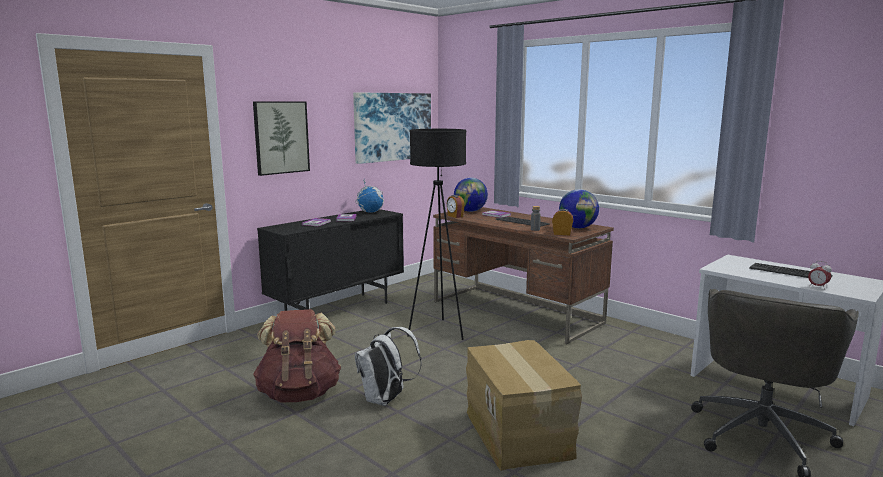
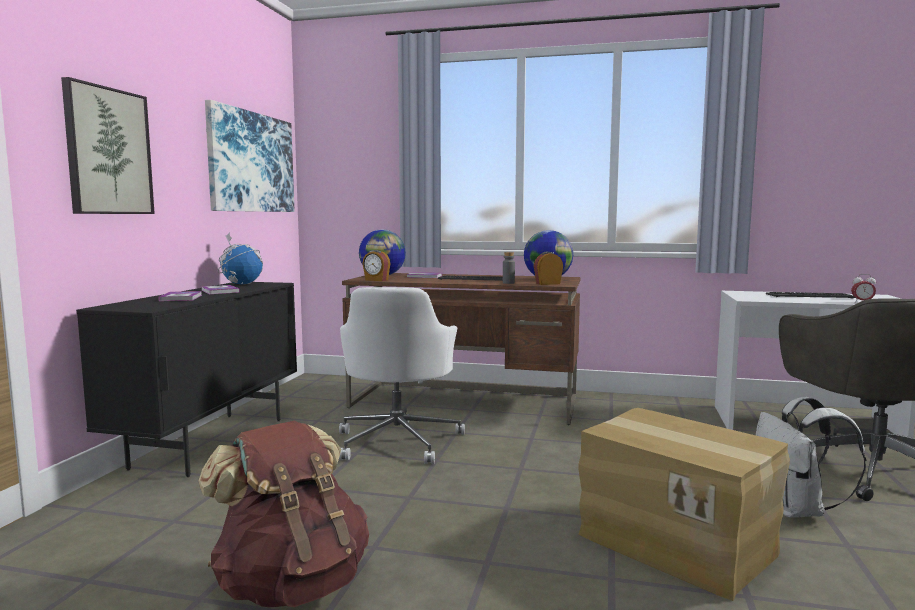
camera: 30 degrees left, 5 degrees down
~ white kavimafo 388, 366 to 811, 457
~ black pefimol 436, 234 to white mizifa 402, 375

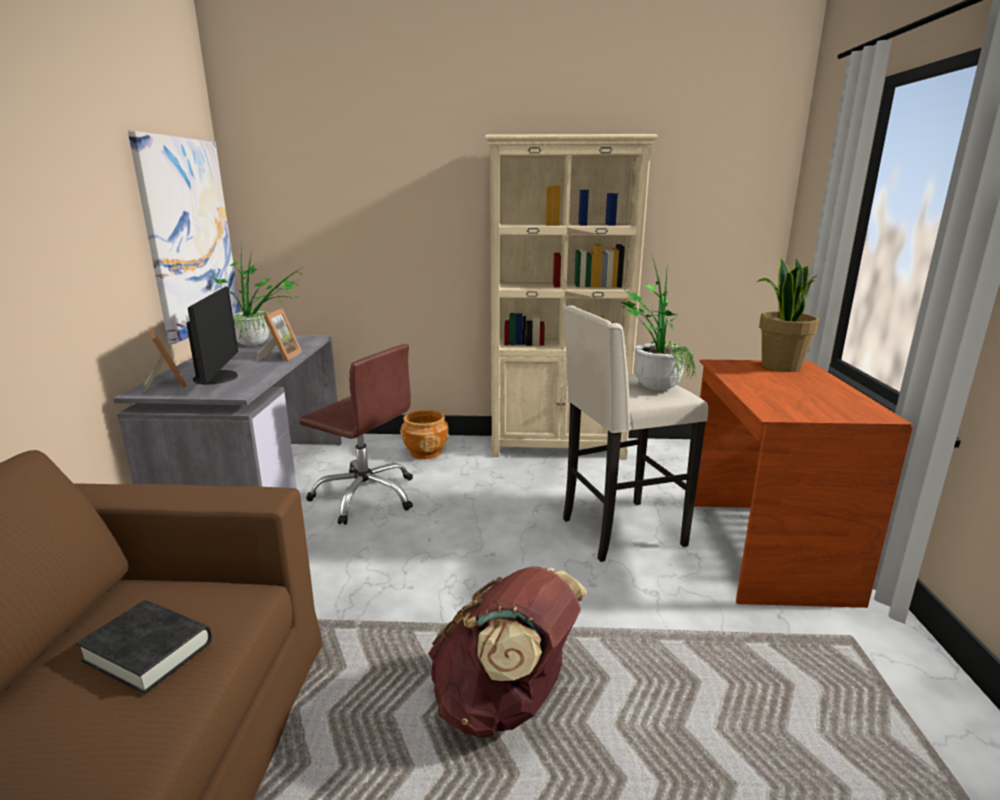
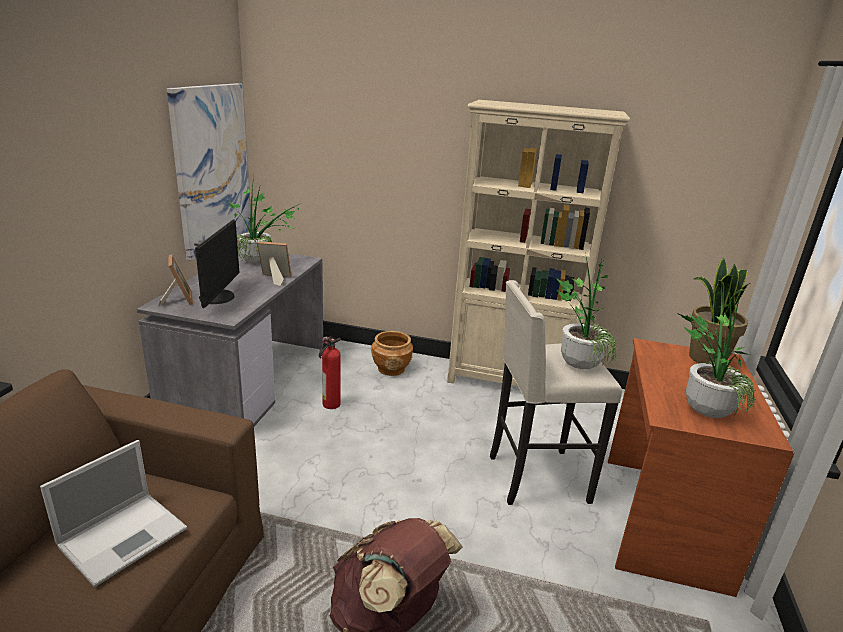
camera: 10 degrees right, 5 degrees up
~ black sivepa 144, 647 to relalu 113, 513
~ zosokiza 279, 334 = 274, 263 105 degrees counterclockwise
~ brown mizifa 356, 434 to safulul 330, 372
+ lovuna 716, 353

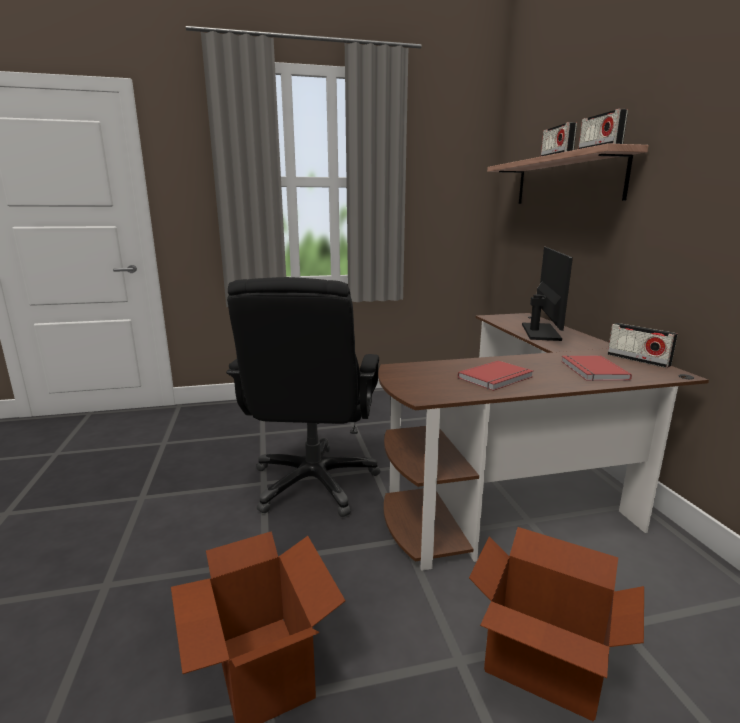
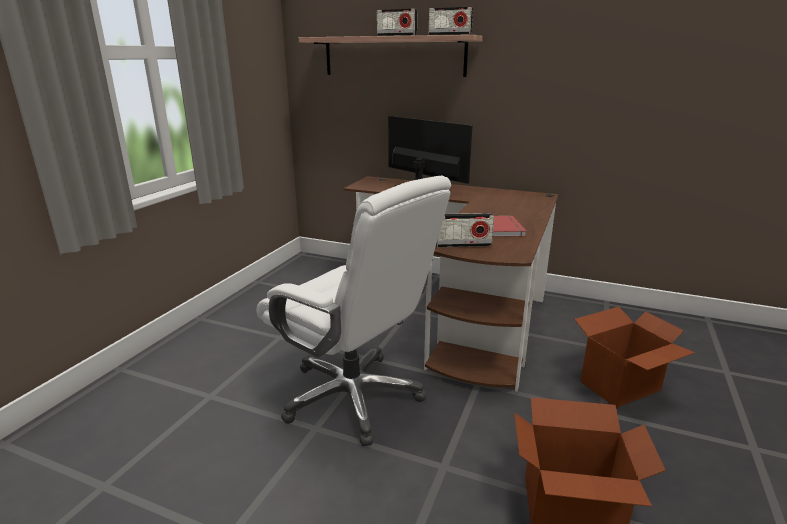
camera: 55 degrees left, 5 degrees up
~ black mizifa 303, 397 to white mizifa 354, 311
- red sivepa 596, 368
~ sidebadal 642, 345 to 465, 230

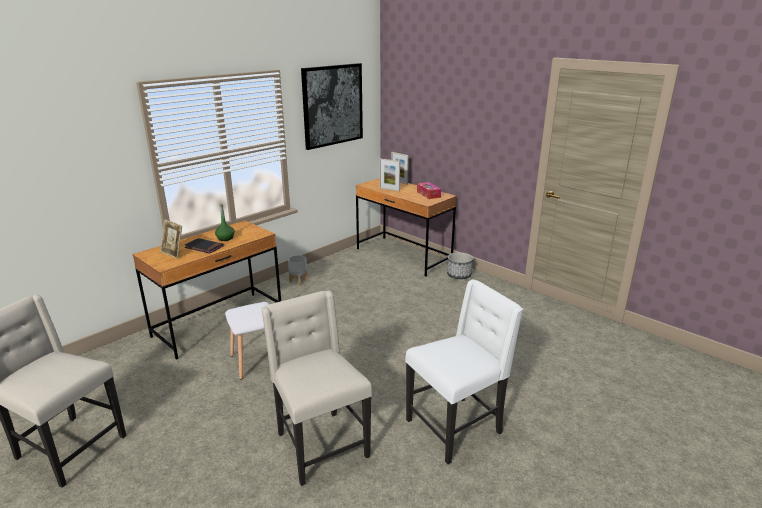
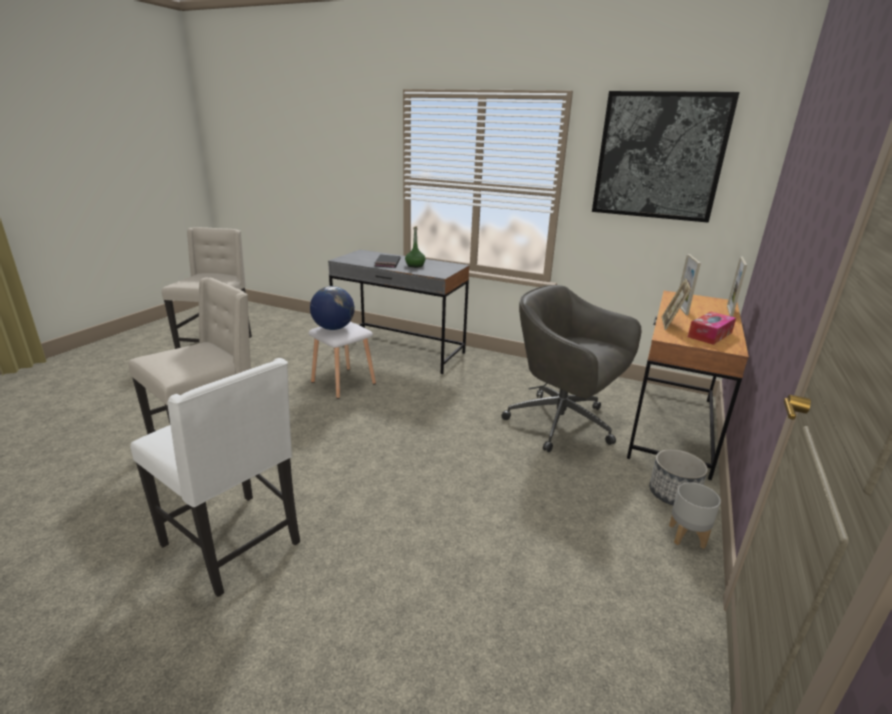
camera: 70 degrees right, 0 degrees up
~ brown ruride 206, 290 to grey ruride 399, 312
~ zosokiza 171, 239 to 676, 304
~ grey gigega 298, 270 to 695, 515
+ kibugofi 332, 308
+ grey mizifa 571, 368

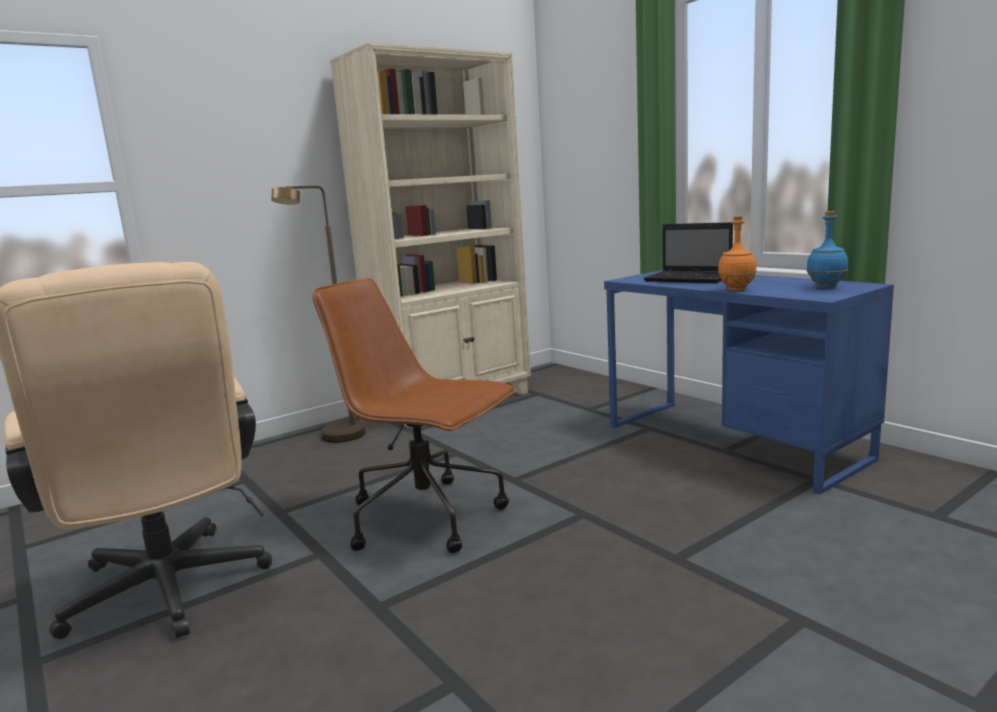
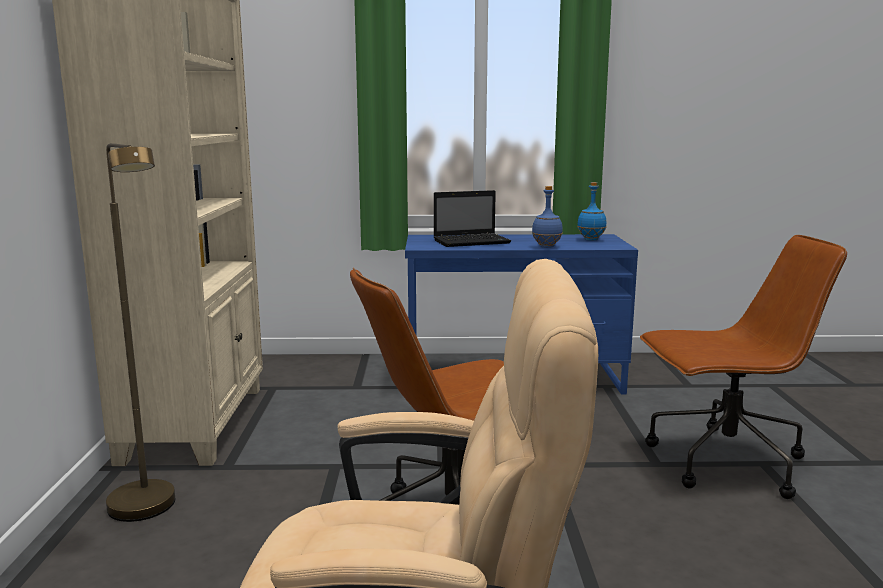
camera: 55 degrees left, 0 degrees up
~ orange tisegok 737, 253 to blue tisegok 547, 217
+ brown mizifa 743, 367

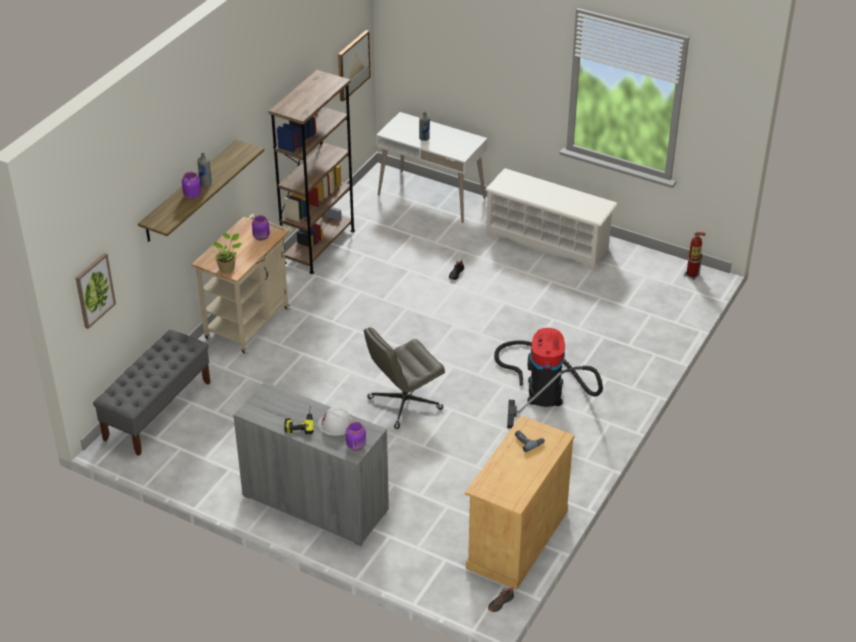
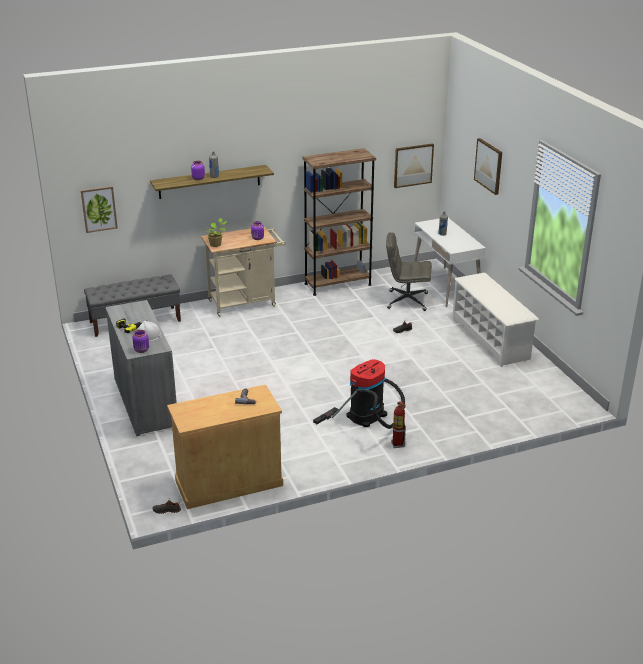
camera: 40 degrees right, 10 degrees down
~ grey mizifa 404, 378 to 409, 271
~ safulul 695, 256 to 398, 424
+ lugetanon 488, 166

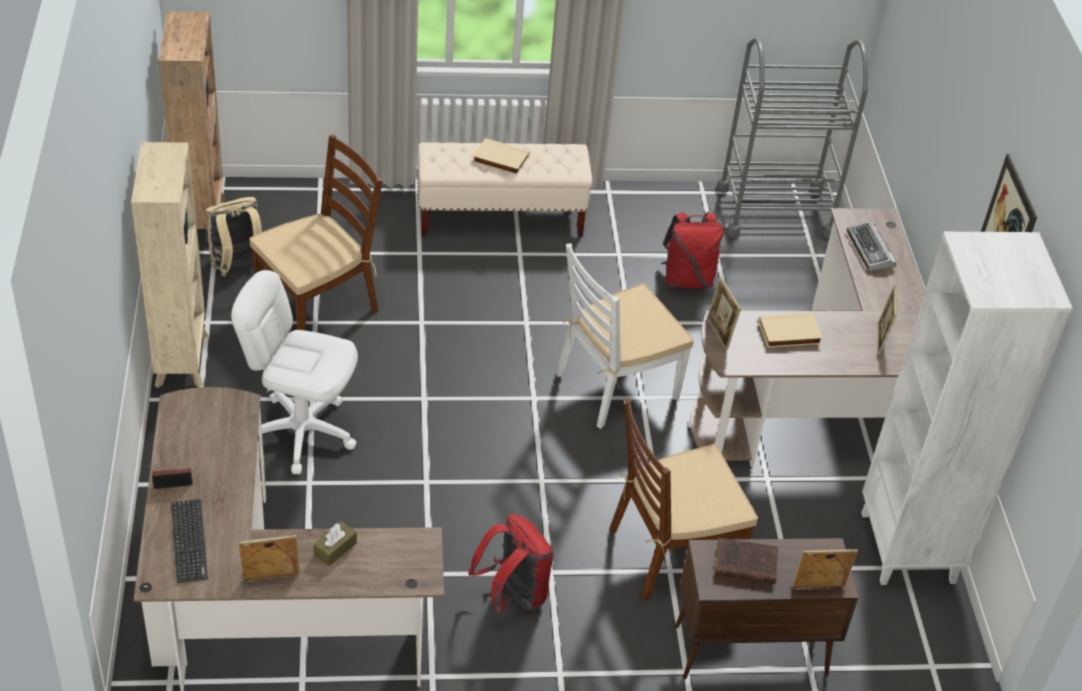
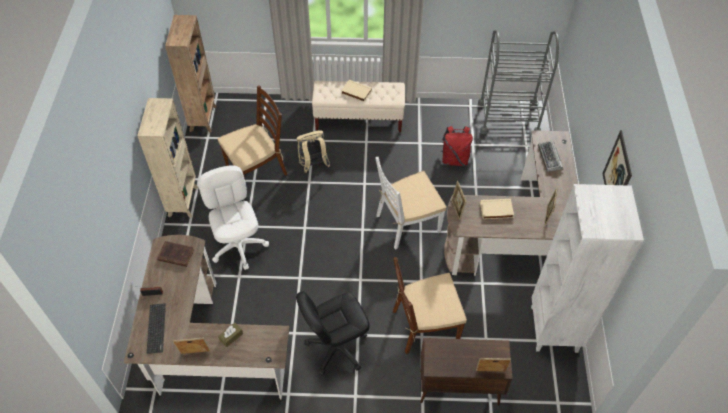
camera: 10 degrees right, 10 degrees up
~ beige kavimafo 234, 236 to 313, 151
~ white mizifa 294, 372 = 233, 217 45 degrees clockwise
~ red kavimafo 511, 564 to black mizifa 333, 333
~ brown sivepa 746, 561 to 175, 254

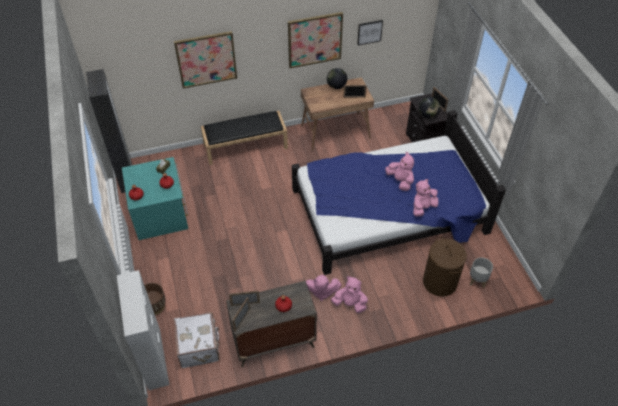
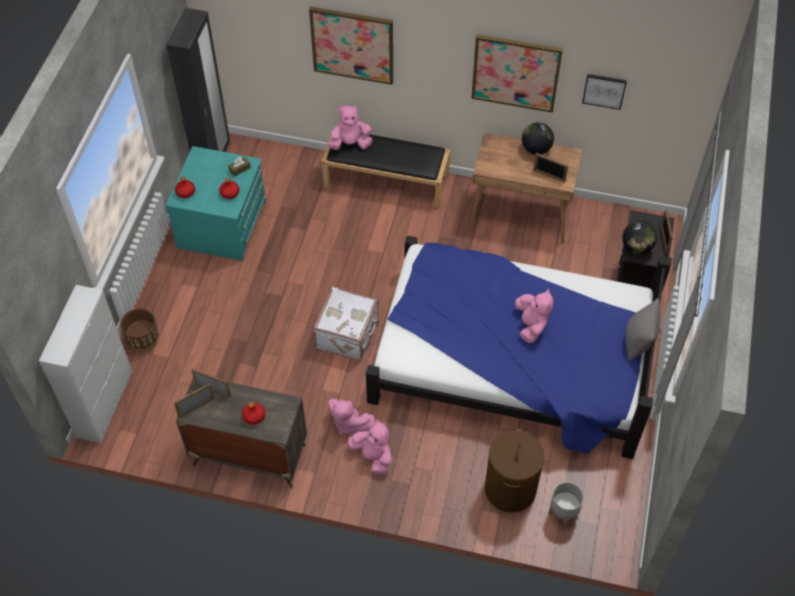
camera: 30 degrees right, 5 degrees up
~ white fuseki 197, 340 to 346, 323
~ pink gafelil 425, 198 to 350, 128
+ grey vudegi 642, 330

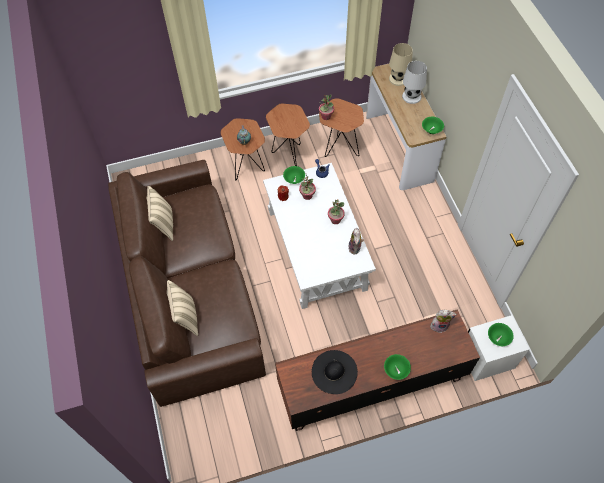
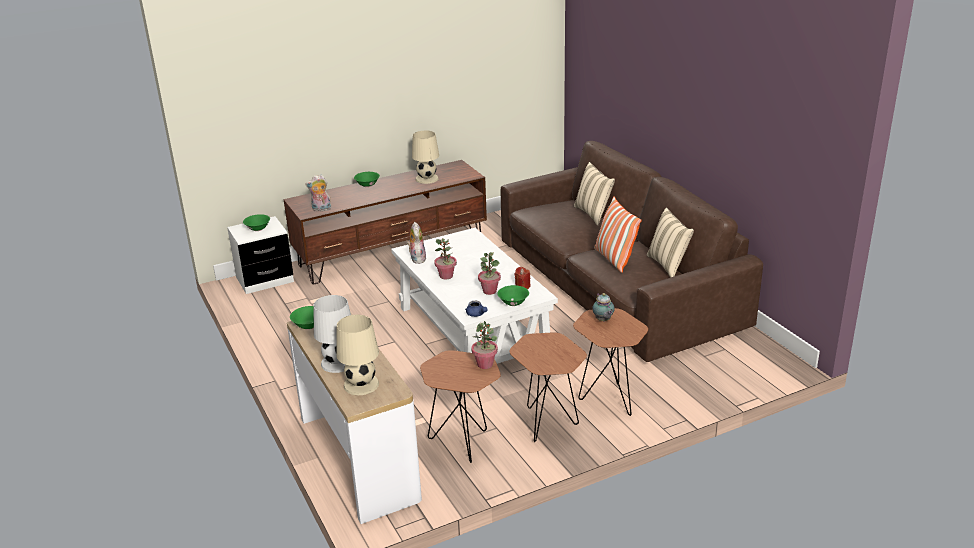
camera: 170 degrees right, 30 degrees down
~ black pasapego 335, 372 to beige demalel 425, 157
+ vudegi 618, 234

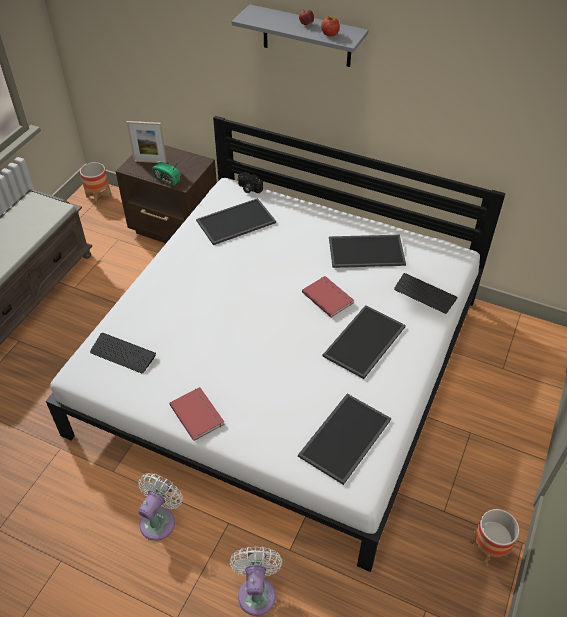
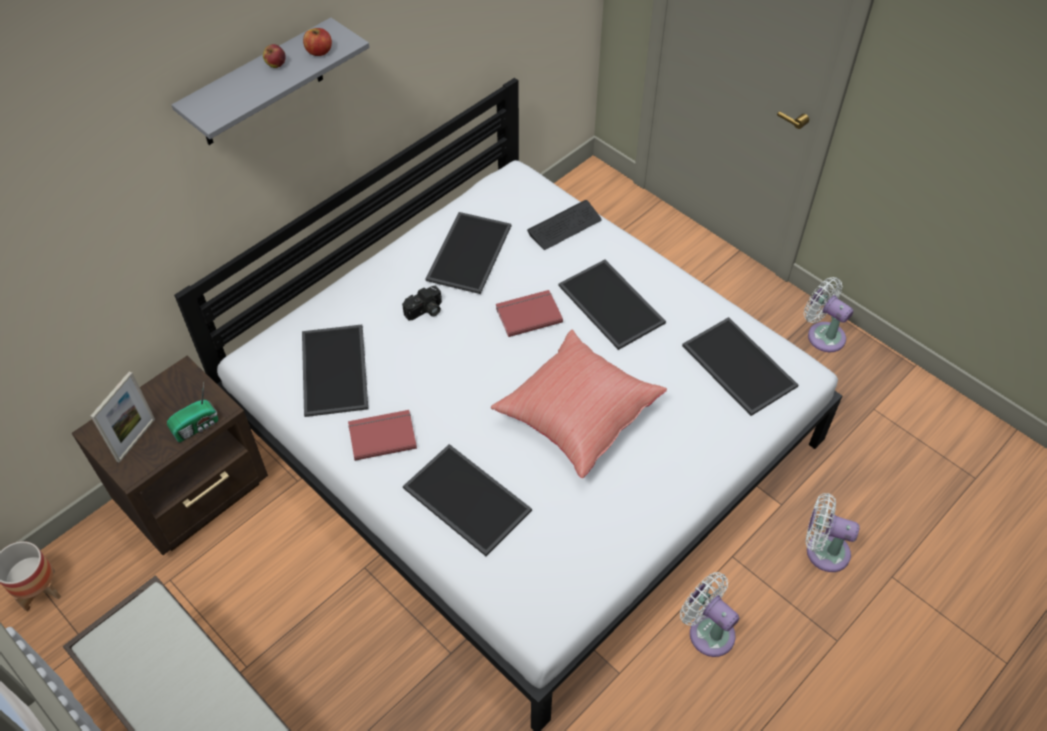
camera: 70 degrees left, 5 degrees up
- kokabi 123, 353
~ red sivepa 197, 414 to 382, 435
~ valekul 250, 182 to 422, 303
~ gigega 494, 537 to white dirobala 828, 314
+ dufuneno 467, 500
+ red vudegi 579, 404

